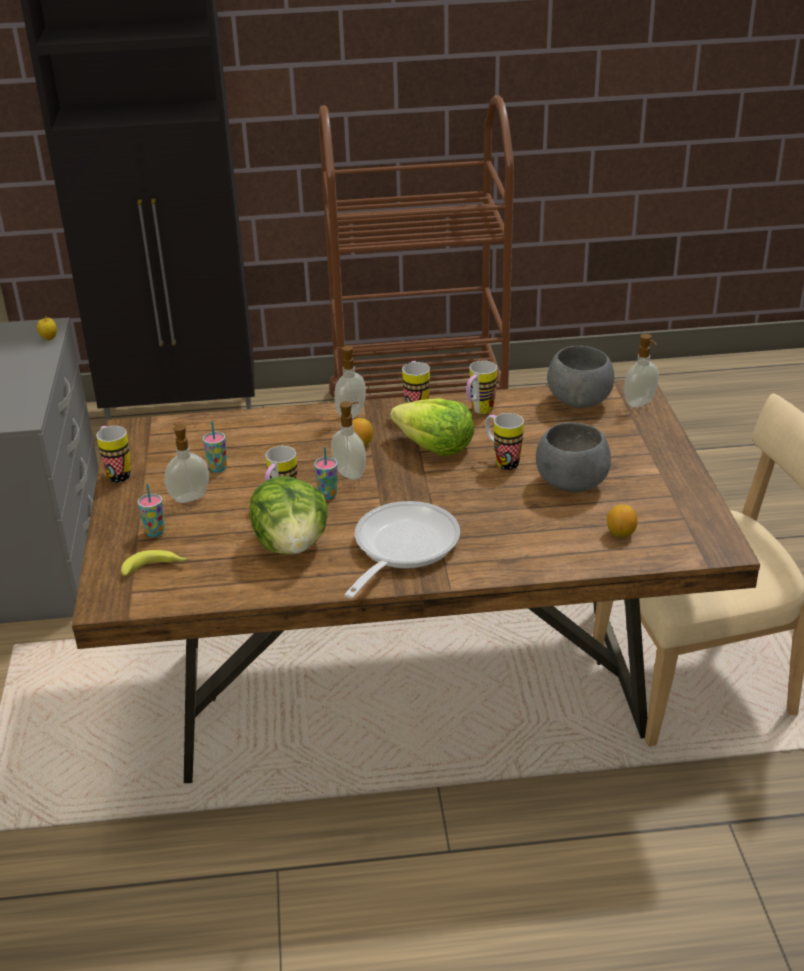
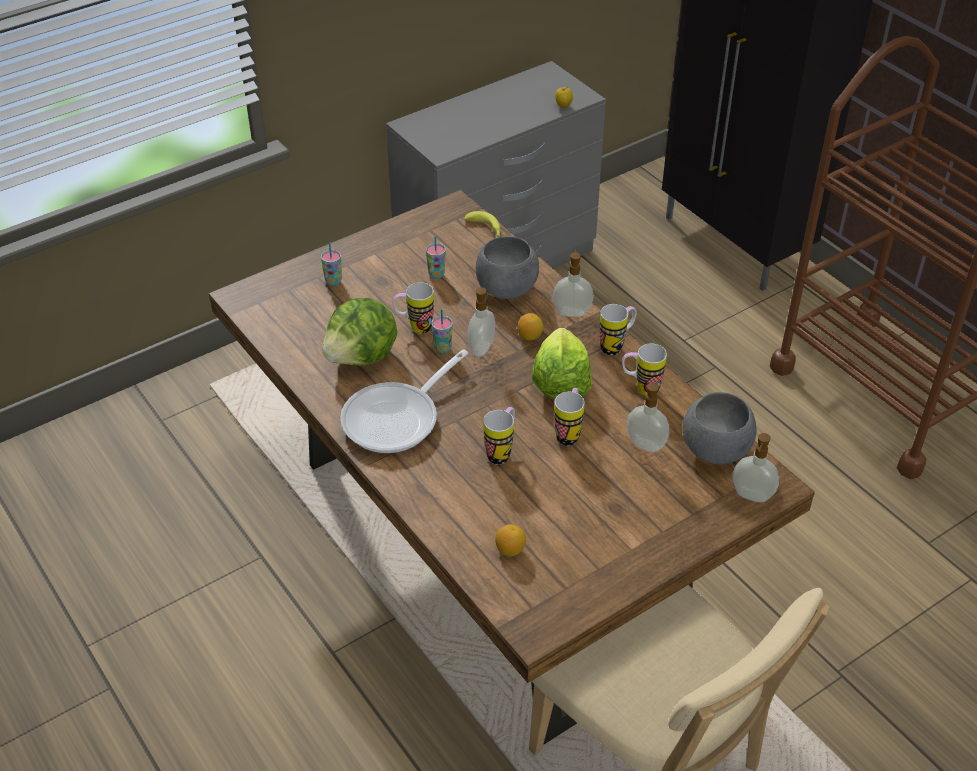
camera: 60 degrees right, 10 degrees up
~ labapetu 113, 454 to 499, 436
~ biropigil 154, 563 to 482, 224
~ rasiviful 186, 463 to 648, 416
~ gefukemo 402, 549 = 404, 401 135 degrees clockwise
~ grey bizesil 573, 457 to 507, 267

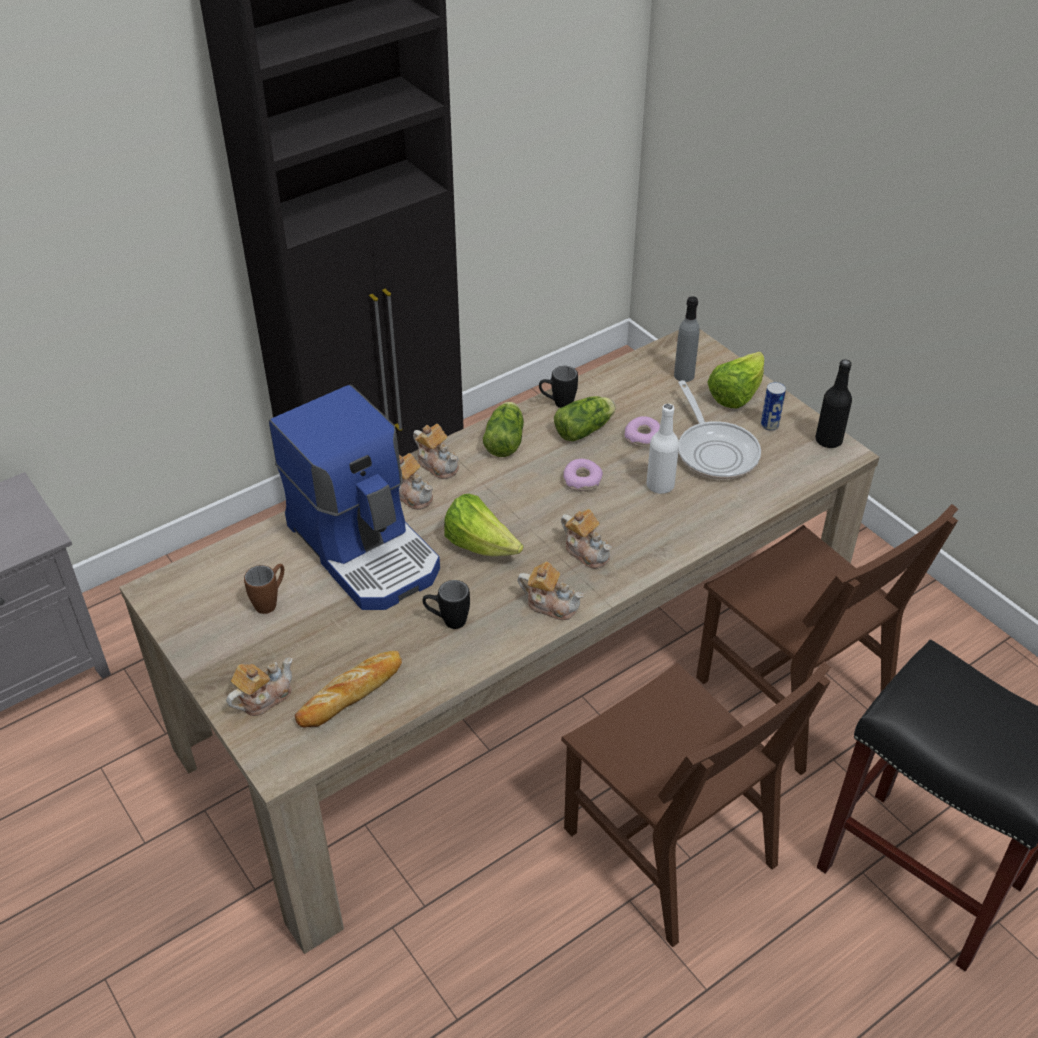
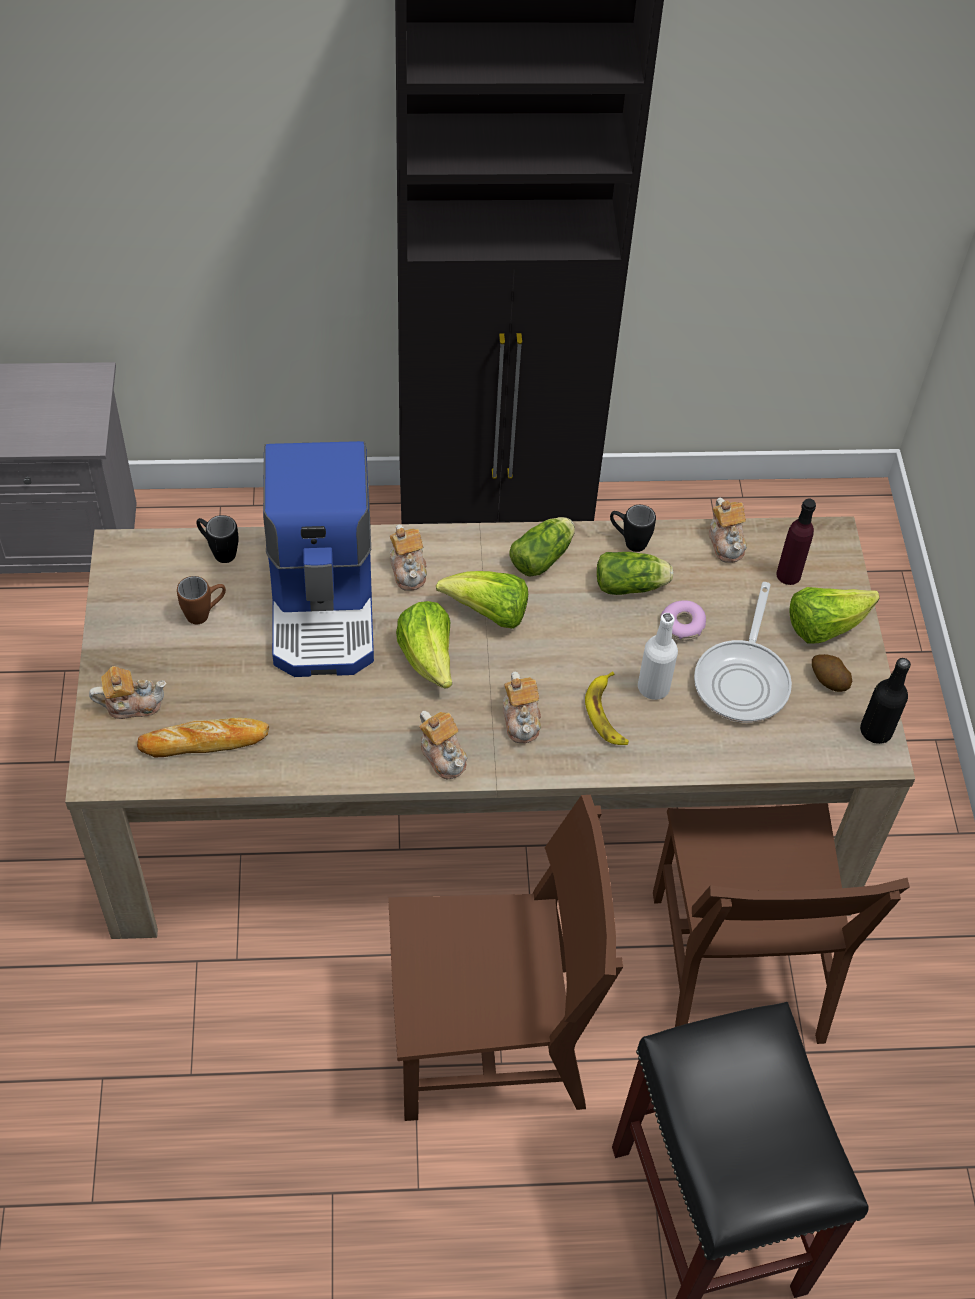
camera: 30 degrees right, 10 degrees up
~ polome 436, 451 to 728, 530
~ black labapetu 446, 604 to 217, 539
~ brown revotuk 696, 804 = 505, 958 90 degrees counterclockwise
- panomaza 583, 475
~ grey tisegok 687, 339 to purple tisegok 796, 542
~ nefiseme 773, 406 to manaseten 832, 673
+ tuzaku 482, 600
+ biropigil 607, 708

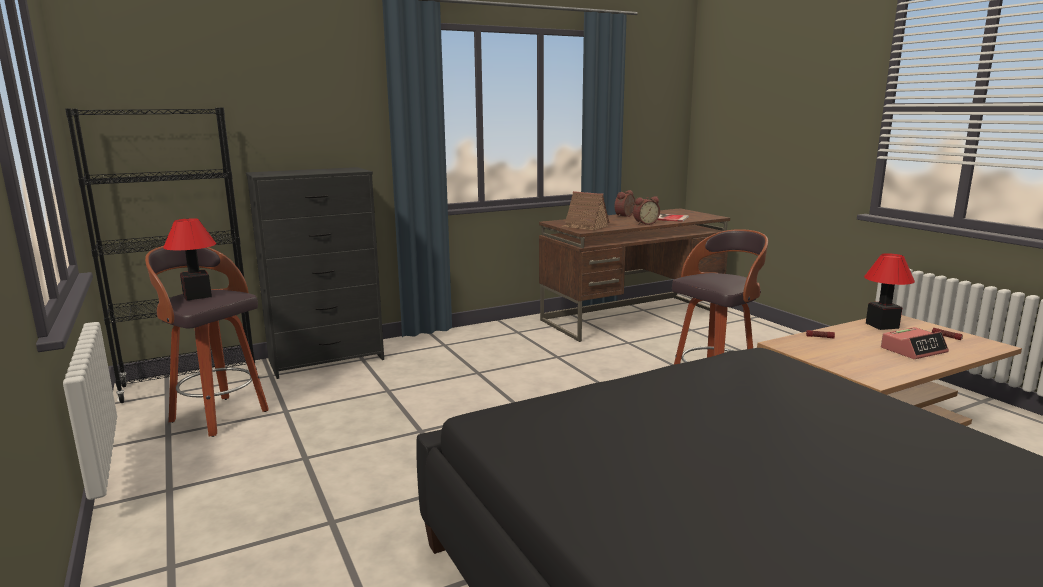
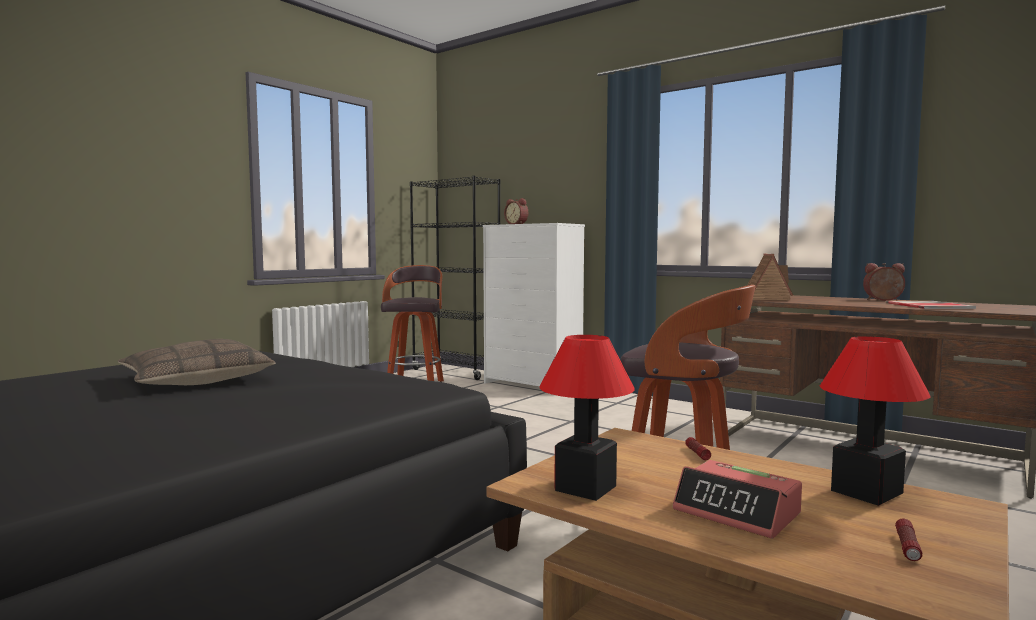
camera: 65 degrees right, 10 degrees down
~ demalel 189, 259 to 587, 418
~ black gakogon 315, 273 to white gakogon 534, 309
~ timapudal 646, 210 to 516, 211
+ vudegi 196, 362

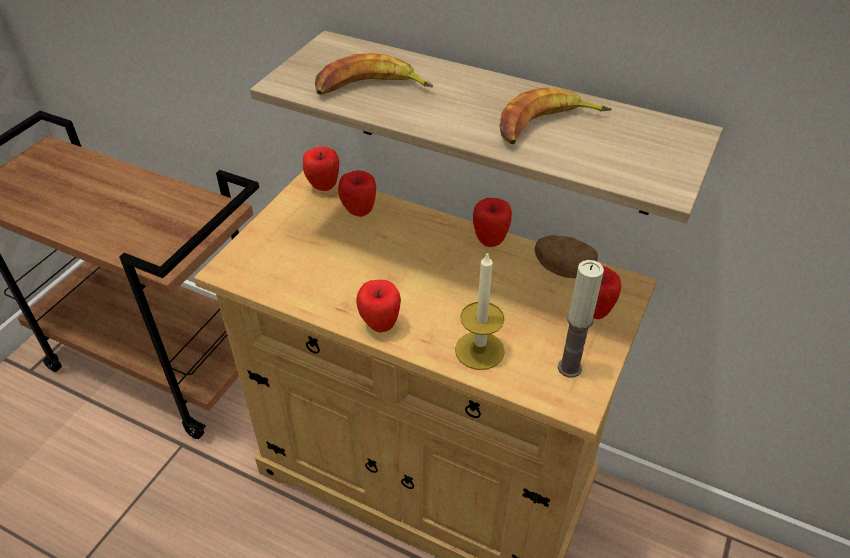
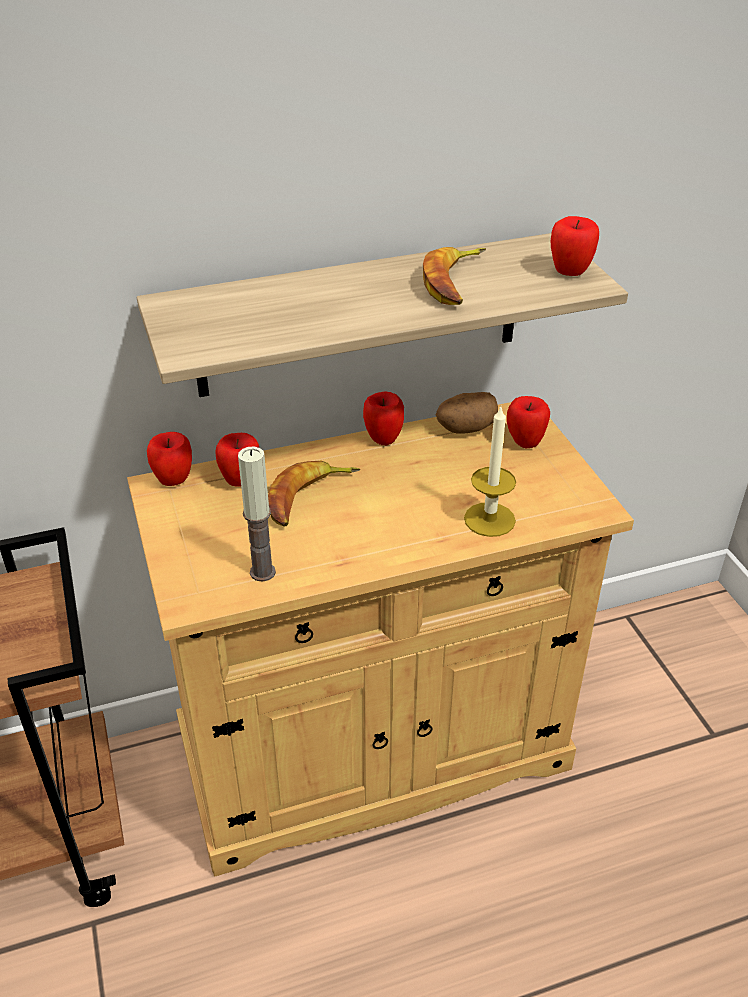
camera: 45 degrees left, 5 degrees down
~ biropigil 374, 74 to 314, 493
~ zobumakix 378, 306 to 574, 246
~ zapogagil 581, 319 to 257, 514

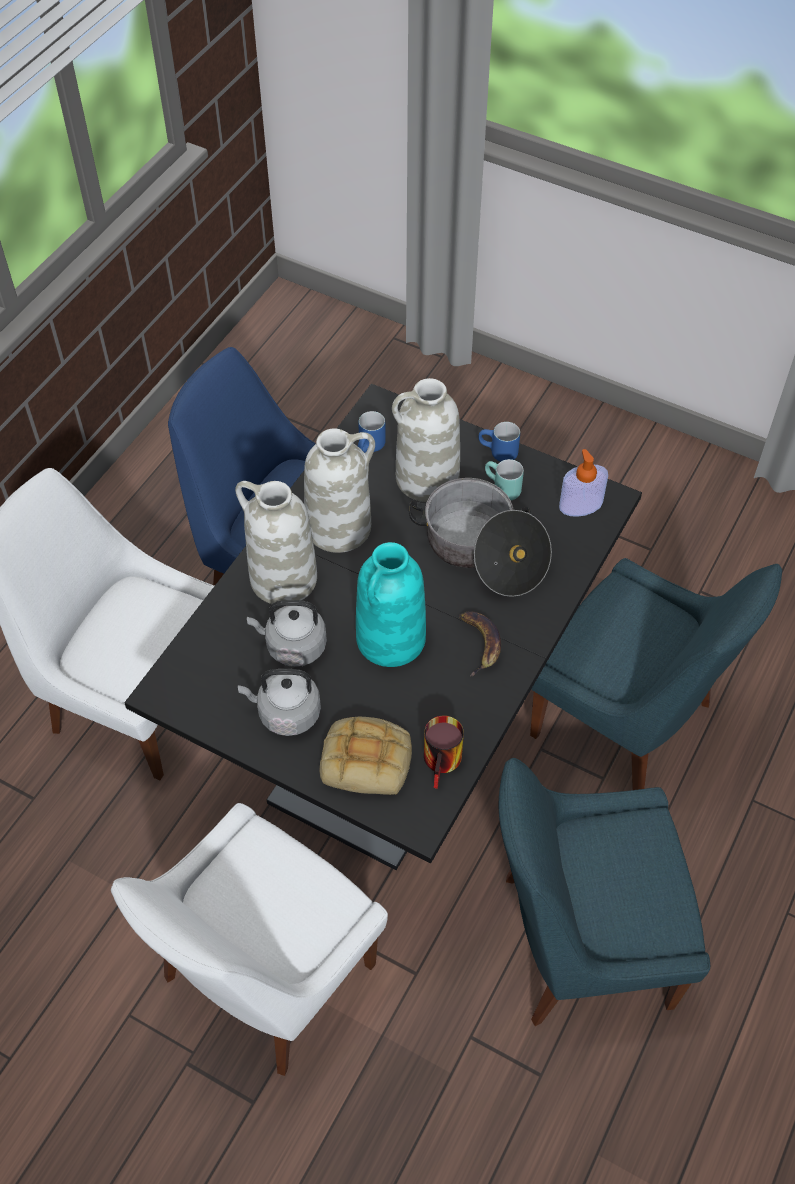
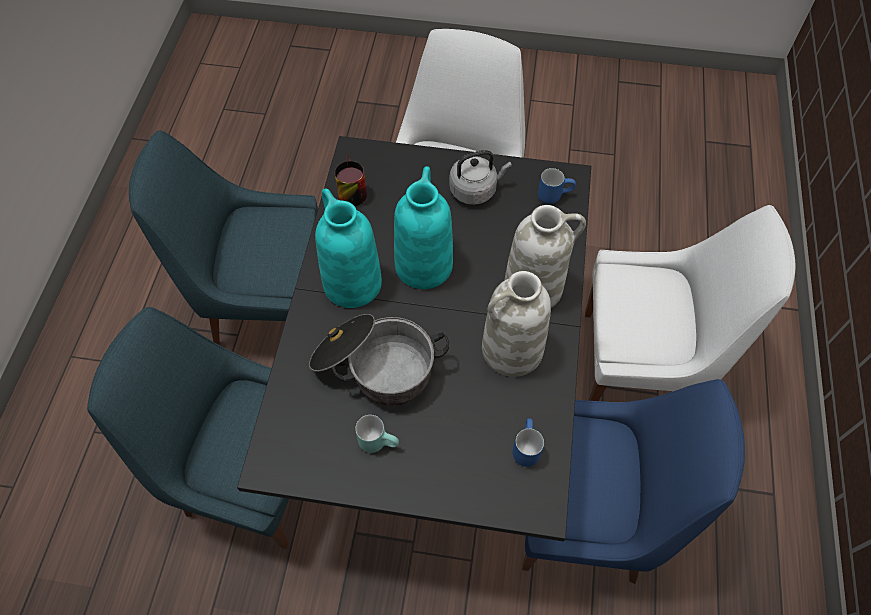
camera: 160 degrees right, 5 degrees up
- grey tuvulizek 287, 633
- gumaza 366, 756
- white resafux 426, 440
~ biropigil 480, 643 to turquoise resafux 348, 248
~ blue labapetu 499, 442 to 557, 186
~ blue revotuk 604, 892 = 223, 237 150 degrees counterclockwise
- rasiviful 583, 483

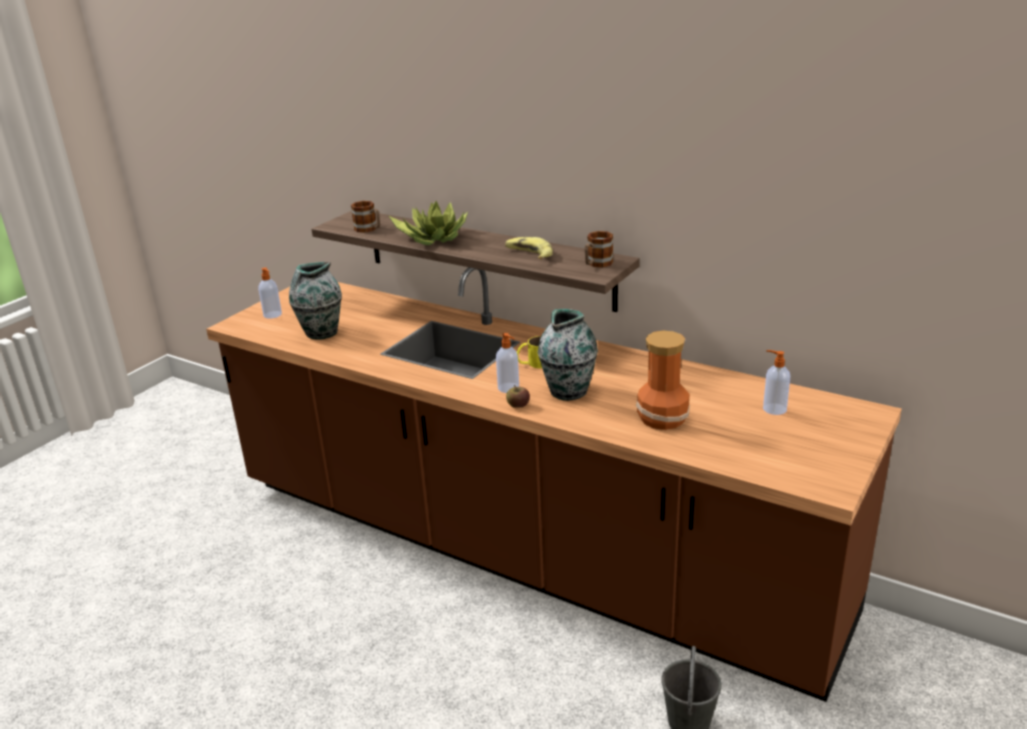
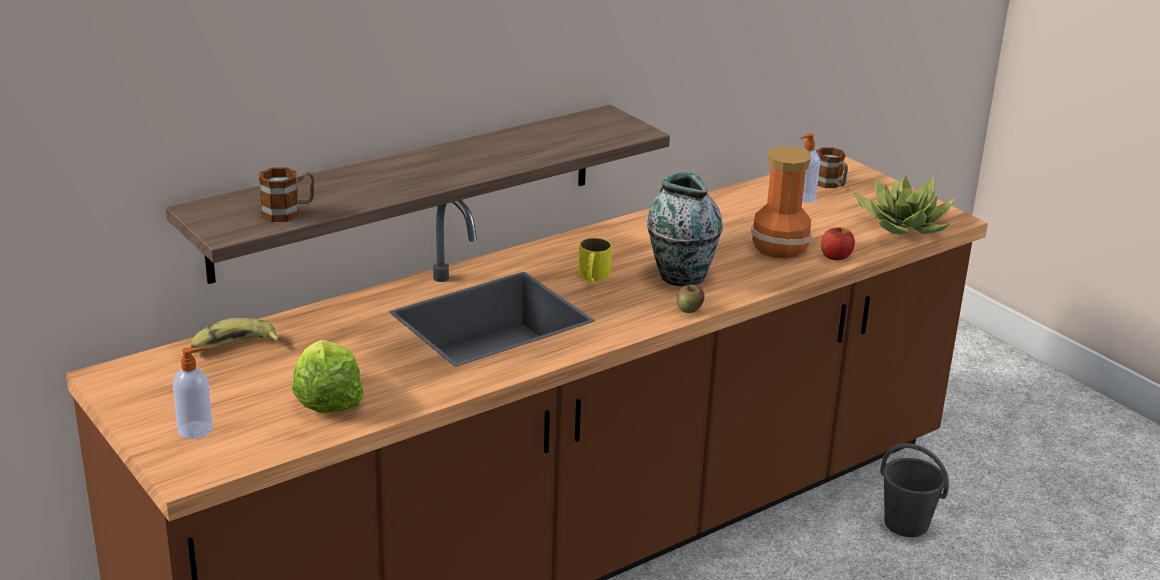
camera: 70 degrees left, 0 degrees up
~ resafux 315, 301 to tuzaku 328, 376
~ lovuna 428, 223 to 903, 205
- rasiviful 507, 363
~ biropigil 529, 248 to 236, 335
~ labapetu 599, 249 to 832, 167
+ zobumakix 838, 243

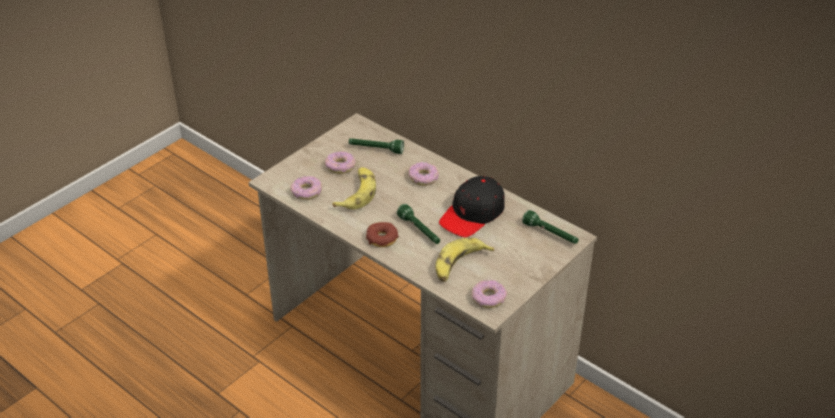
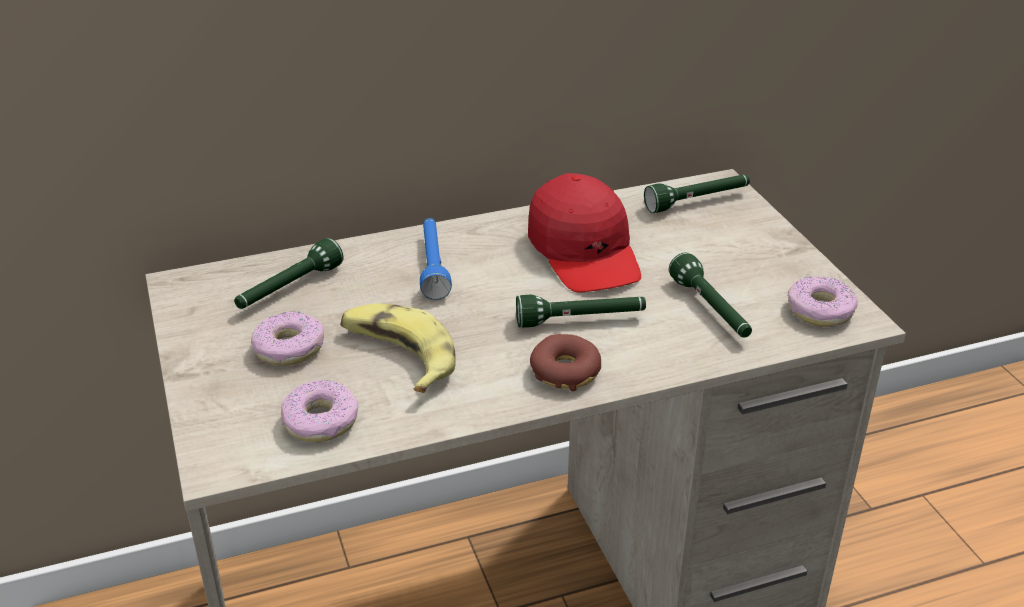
camera: 60 degrees left, 5 degrees down
~ panomaza 424, 174 to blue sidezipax 436, 259
~ biropigil 464, 260 to green sidezipax 710, 294
~ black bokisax 472, 206 to red bokisax 584, 233

